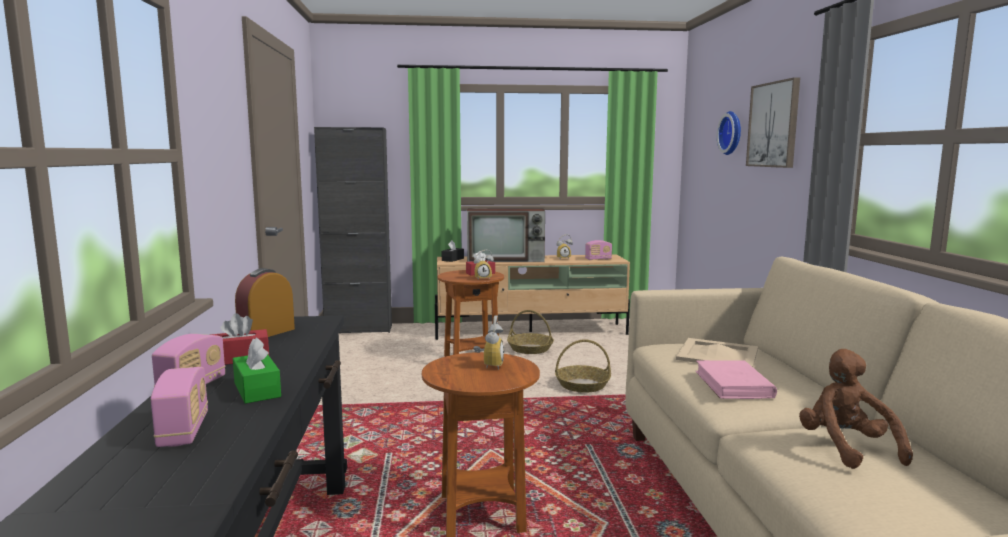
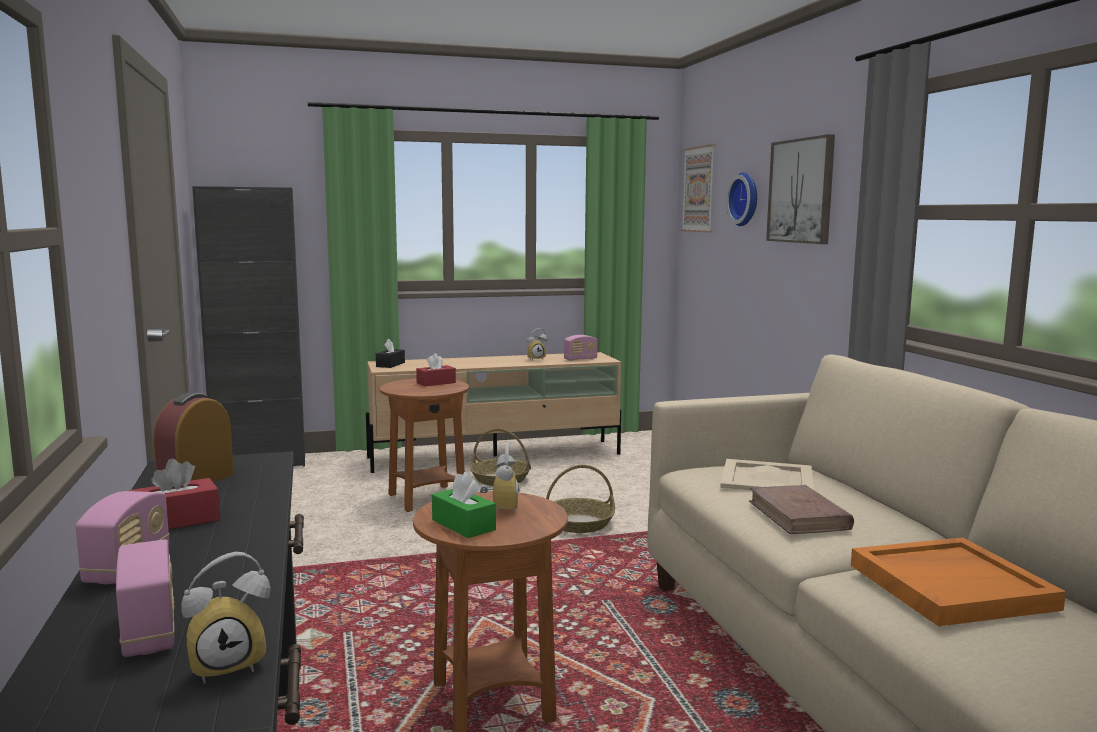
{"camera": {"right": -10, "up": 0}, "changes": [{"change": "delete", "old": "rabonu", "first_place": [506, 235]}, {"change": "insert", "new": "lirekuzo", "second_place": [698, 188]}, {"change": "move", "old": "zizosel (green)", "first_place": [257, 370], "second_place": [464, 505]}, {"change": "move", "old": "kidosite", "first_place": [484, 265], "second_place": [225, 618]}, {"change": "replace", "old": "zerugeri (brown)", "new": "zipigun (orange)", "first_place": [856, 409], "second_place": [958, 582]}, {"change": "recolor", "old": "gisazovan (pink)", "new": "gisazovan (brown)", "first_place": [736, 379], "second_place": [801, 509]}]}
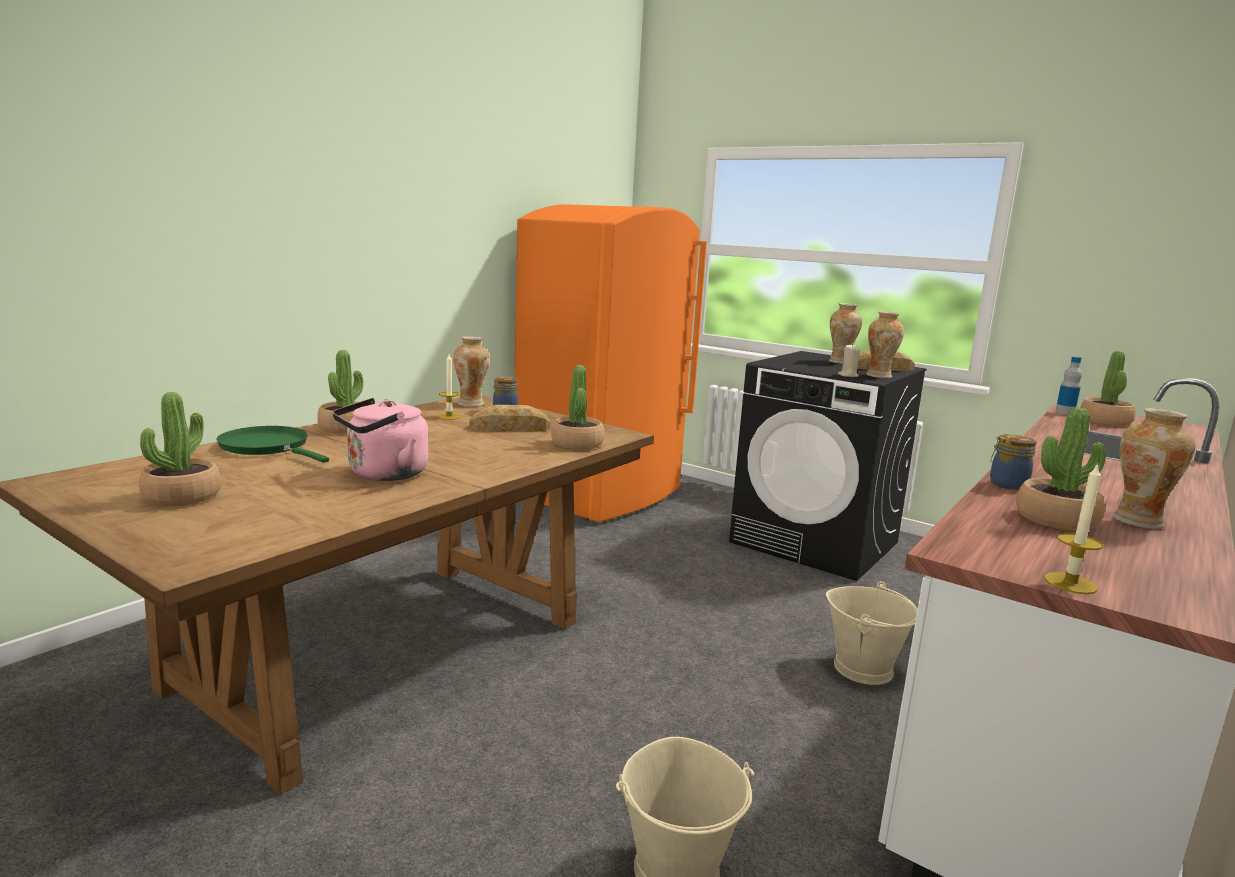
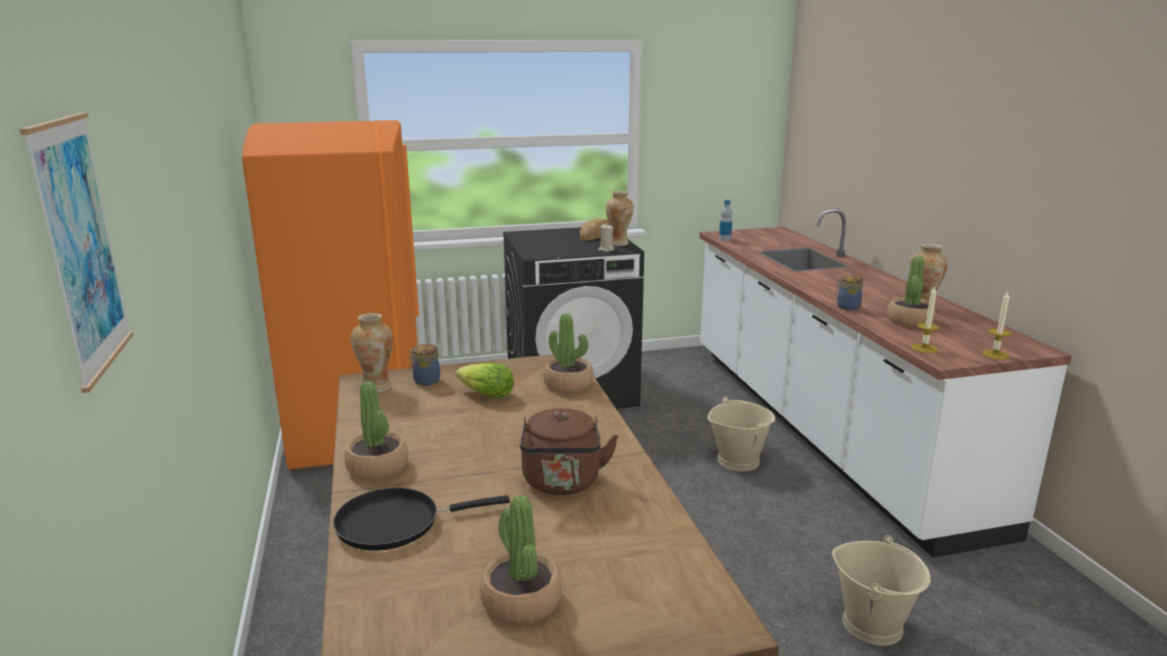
{"camera": {"right": -50, "up": 5}, "changes": [{"change": "delete", "old": "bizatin", "first_place": [845, 333]}, {"change": "delete", "old": "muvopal", "first_place": [1108, 388]}, {"change": "insert", "new": "lirekuzo", "second_place": [76, 253]}, {"change": "move", "old": "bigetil", "first_place": [449, 387], "second_place": [926, 319]}, {"change": "replace", "old": "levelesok", "new": "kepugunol", "first_place": [509, 418], "second_place": [485, 380]}, {"change": "recolor", "old": "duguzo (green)", "new": "duguzo (black)", "first_place": [272, 444], "second_place": [421, 519]}, {"change": "recolor", "old": "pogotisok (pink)", "new": "pogotisok (brown)", "first_place": [380, 439], "second_place": [569, 451]}]}
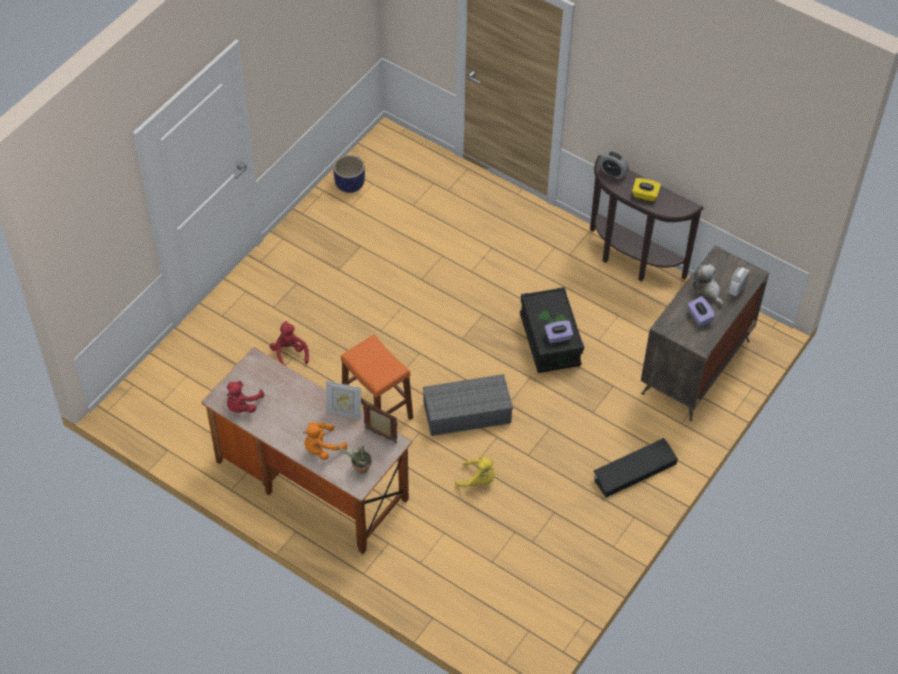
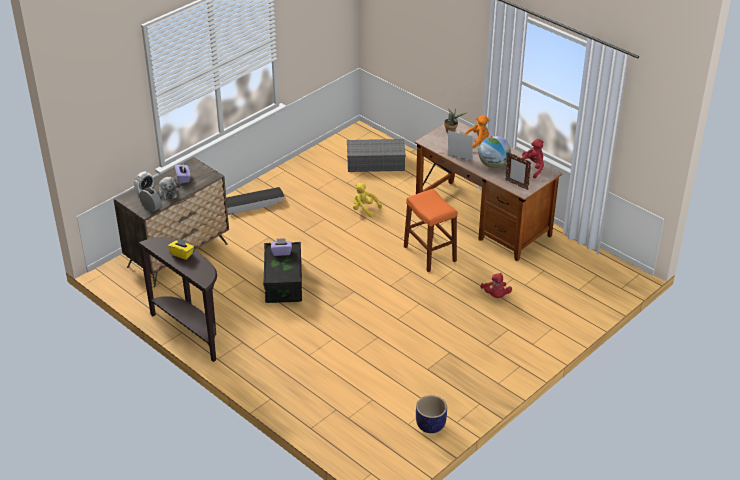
{"camera": {"right": -170, "up": -15}, "changes": [{"change": "insert", "new": "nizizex", "second_place": [494, 152]}, {"change": "move", "old": "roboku", "first_place": [380, 422], "second_place": [518, 171]}, {"change": "move", "old": "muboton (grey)", "first_place": [468, 405], "second_place": [376, 155]}, {"change": "move", "old": "kidosite", "first_place": [614, 165], "second_place": [150, 199]}]}
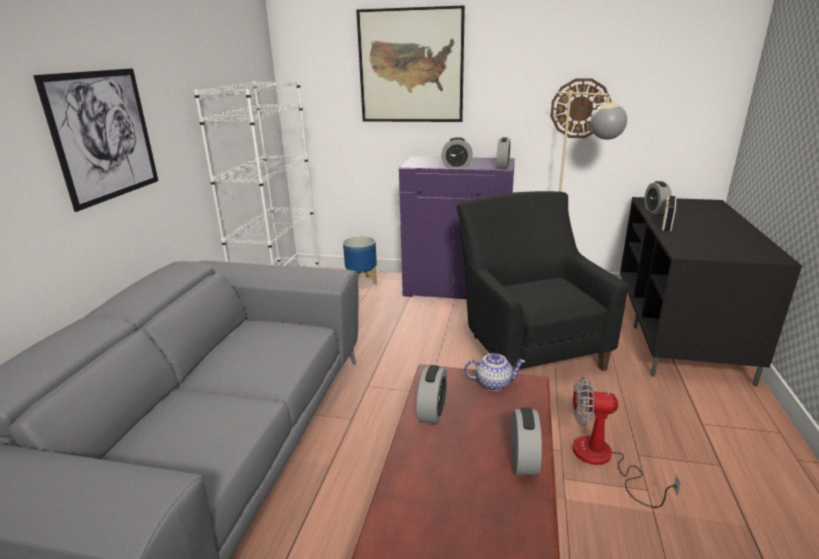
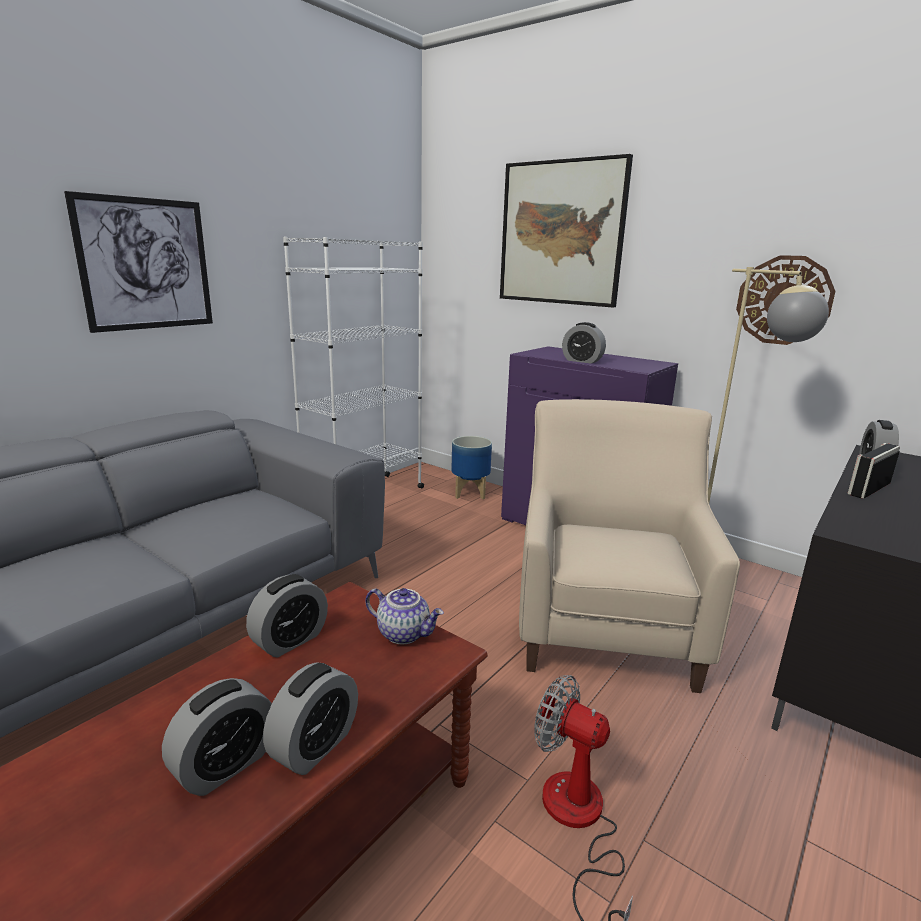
{"camera": {"right": 25, "up": -5}, "changes": [{"change": "move", "old": "kidosite", "first_place": [503, 153], "second_place": [217, 737]}, {"change": "recolor", "old": "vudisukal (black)", "new": "vudisukal (beige)", "first_place": [542, 281], "second_place": [629, 546]}]}
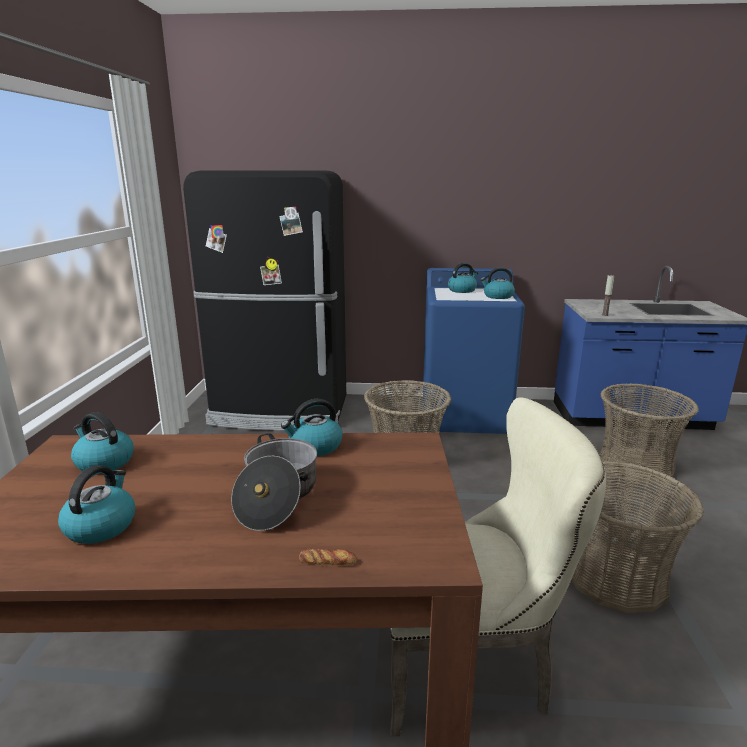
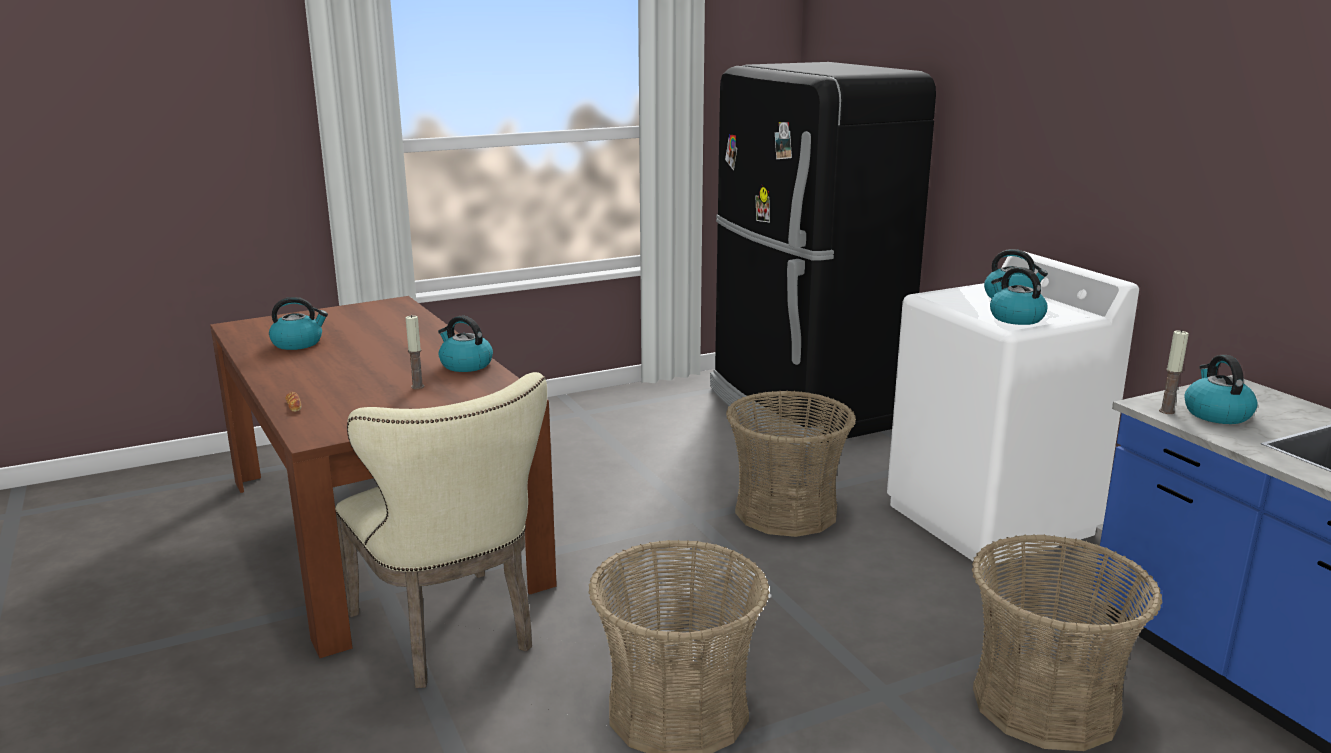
{"camera": {"right": 60, "up": 0}, "changes": [{"change": "delete", "old": "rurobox", "first_place": [274, 482]}, {"change": "insert", "new": "bigetil", "second_place": [415, 352]}, {"change": "move", "old": "pogotisok", "first_place": [102, 441], "second_place": [1221, 389]}, {"change": "recolor", "old": "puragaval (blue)", "new": "puragaval (white)", "first_place": [474, 351], "second_place": [1013, 408]}]}
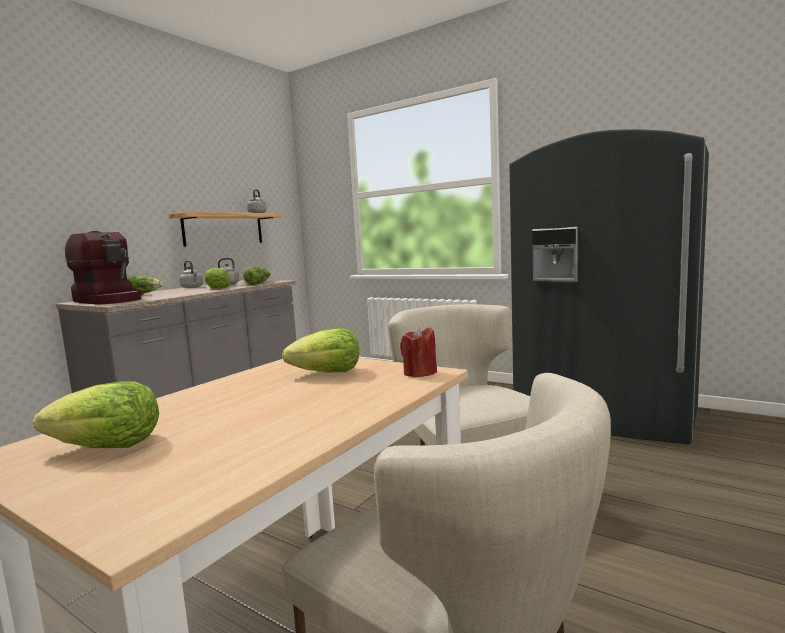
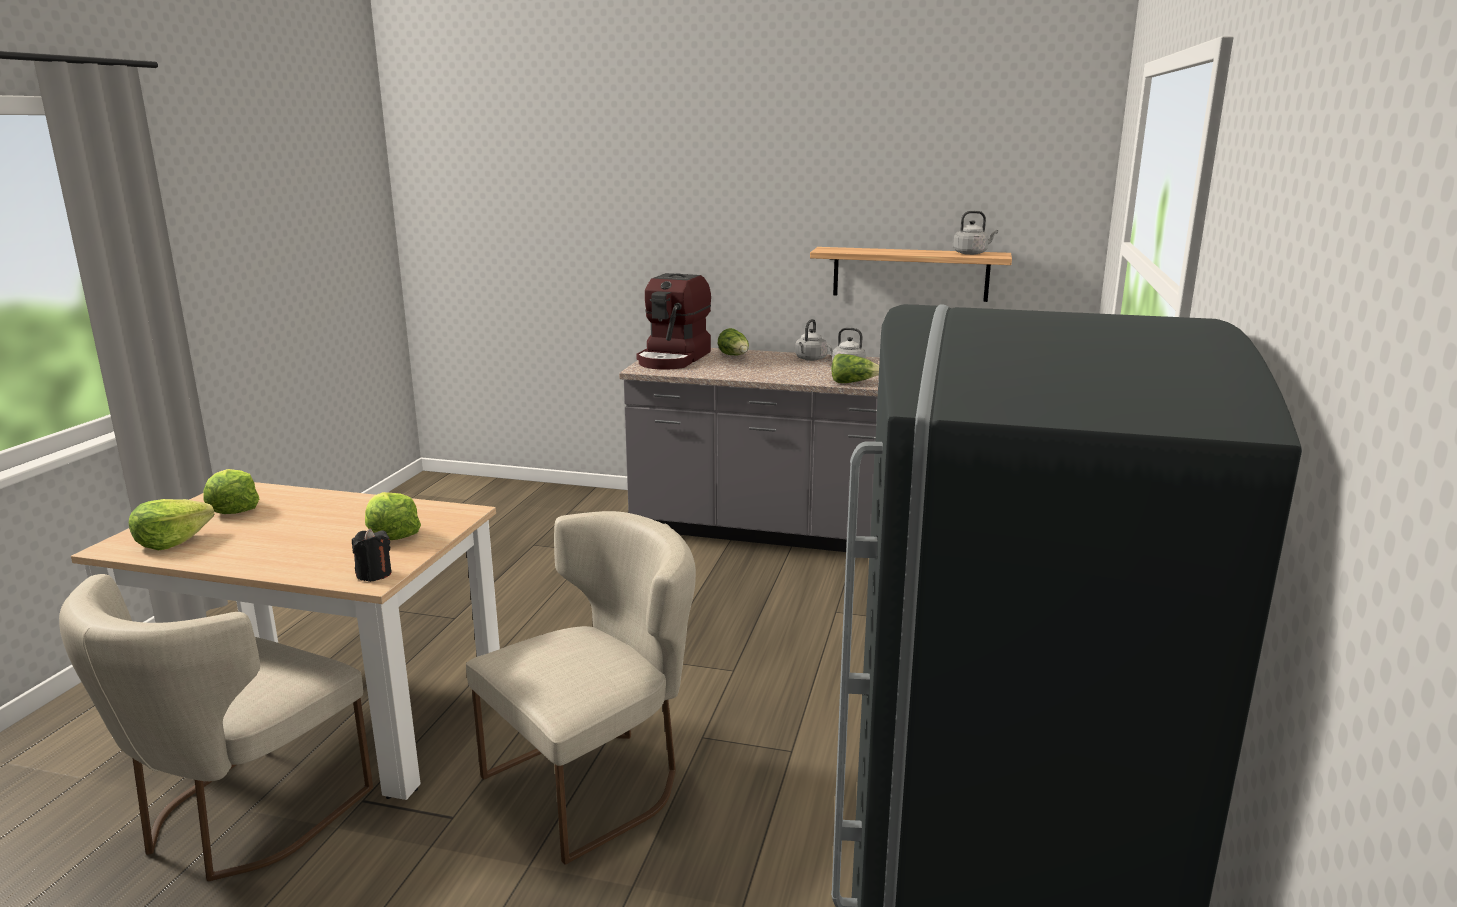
{"camera": {"right": 70, "up": 10}, "changes": [{"change": "move", "old": "kepugunol", "first_place": [217, 278], "second_place": [171, 524]}, {"change": "recolor", "old": "bigetil (red)", "new": "bigetil (black)", "first_place": [418, 351], "second_place": [372, 555]}]}
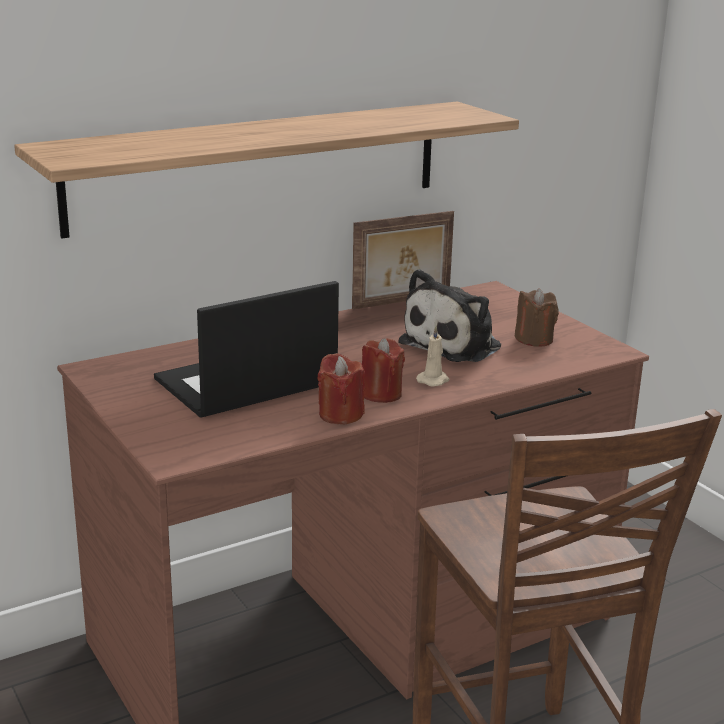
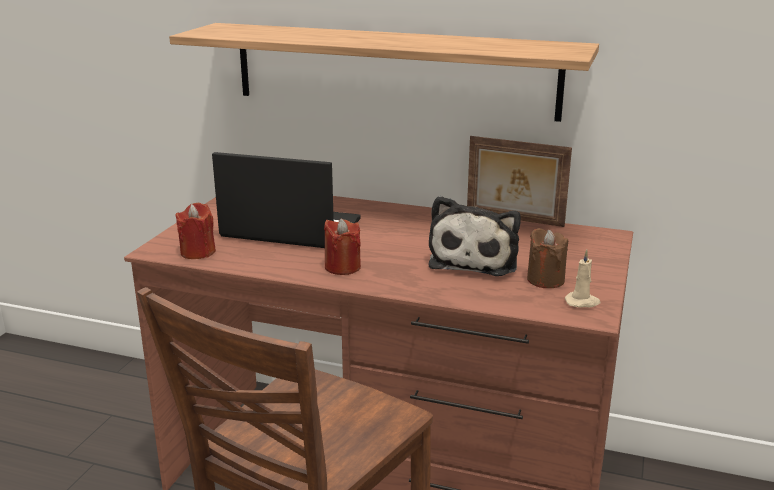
{"camera": {"right": 50, "up": 0}, "changes": [{"change": "move", "old": "bigetil (red)", "first_place": [341, 388], "second_place": [195, 231]}, {"change": "move", "old": "bigetil (beige)", "first_place": [432, 356], "second_place": [582, 278]}, {"change": "rotate", "old": "zerugeri", "first_place": [449, 315], "second_place": [475, 236], "degrees": -75}]}
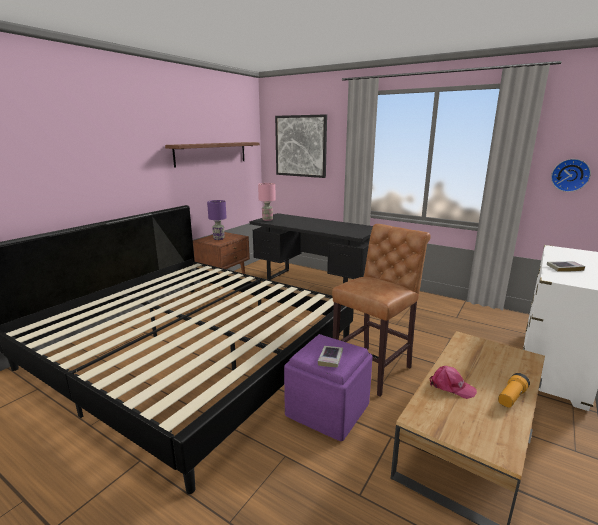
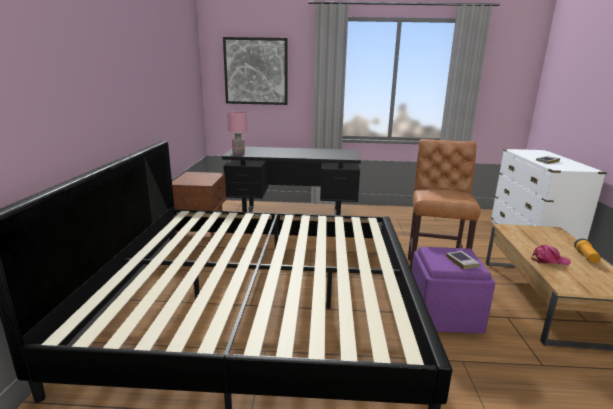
{"camera": {"right": -30, "up": 0}, "changes": [{"change": "delete", "old": "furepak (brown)", "first_place": [212, 155]}, {"change": "delete", "old": "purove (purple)", "first_place": [217, 220]}, {"change": "delete", "old": "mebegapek", "first_place": [571, 175]}]}
